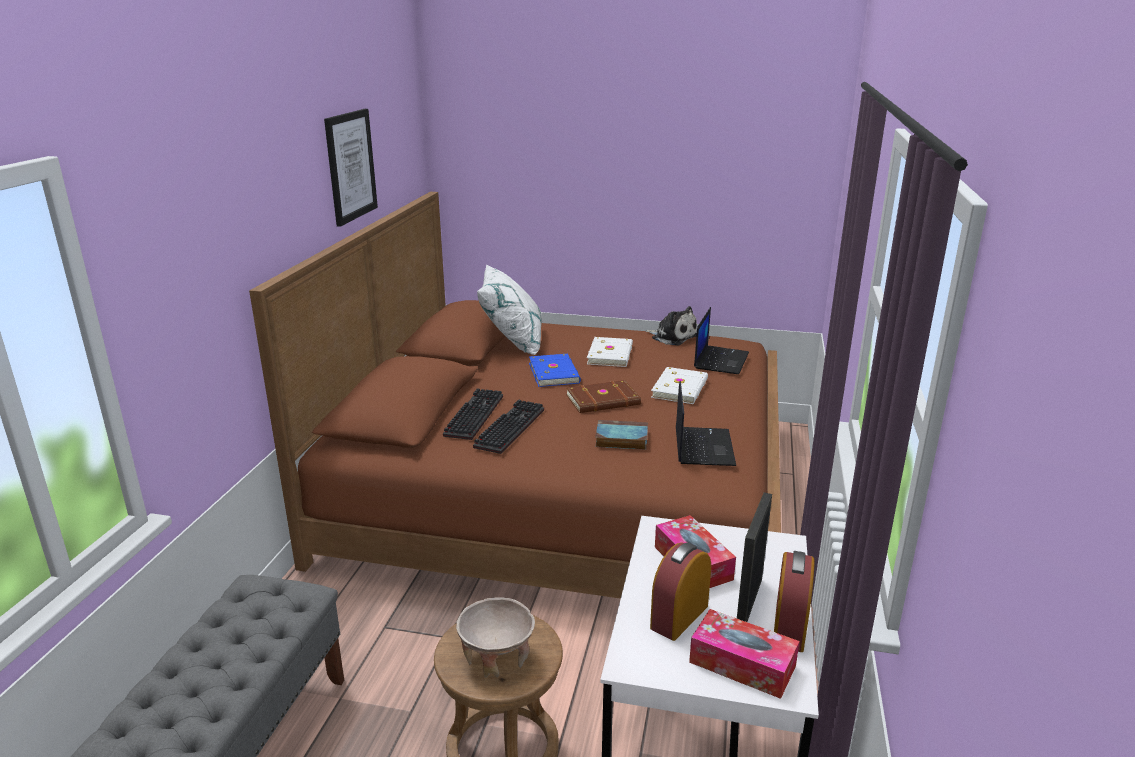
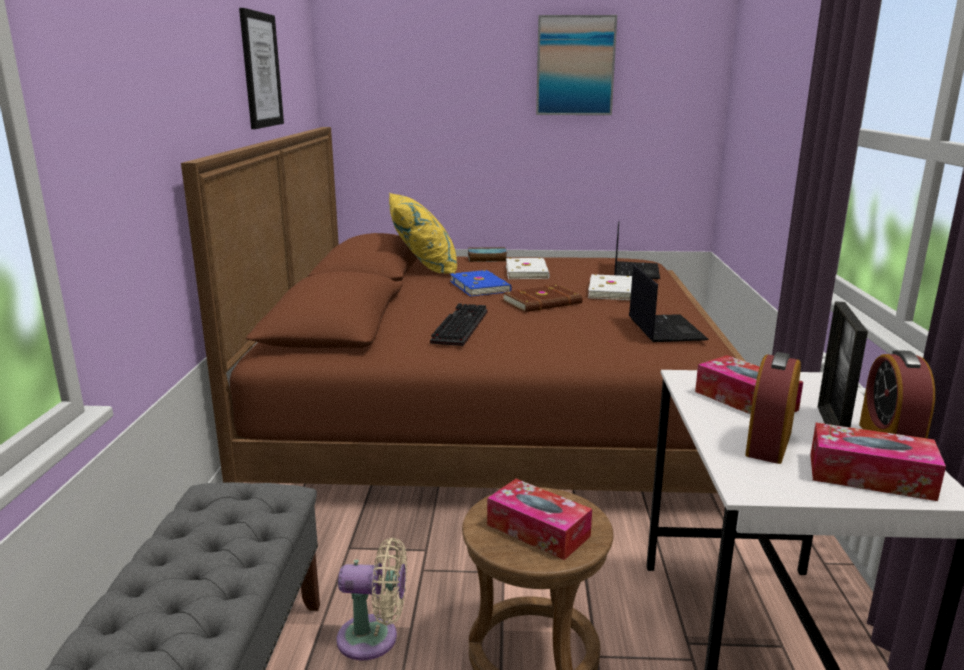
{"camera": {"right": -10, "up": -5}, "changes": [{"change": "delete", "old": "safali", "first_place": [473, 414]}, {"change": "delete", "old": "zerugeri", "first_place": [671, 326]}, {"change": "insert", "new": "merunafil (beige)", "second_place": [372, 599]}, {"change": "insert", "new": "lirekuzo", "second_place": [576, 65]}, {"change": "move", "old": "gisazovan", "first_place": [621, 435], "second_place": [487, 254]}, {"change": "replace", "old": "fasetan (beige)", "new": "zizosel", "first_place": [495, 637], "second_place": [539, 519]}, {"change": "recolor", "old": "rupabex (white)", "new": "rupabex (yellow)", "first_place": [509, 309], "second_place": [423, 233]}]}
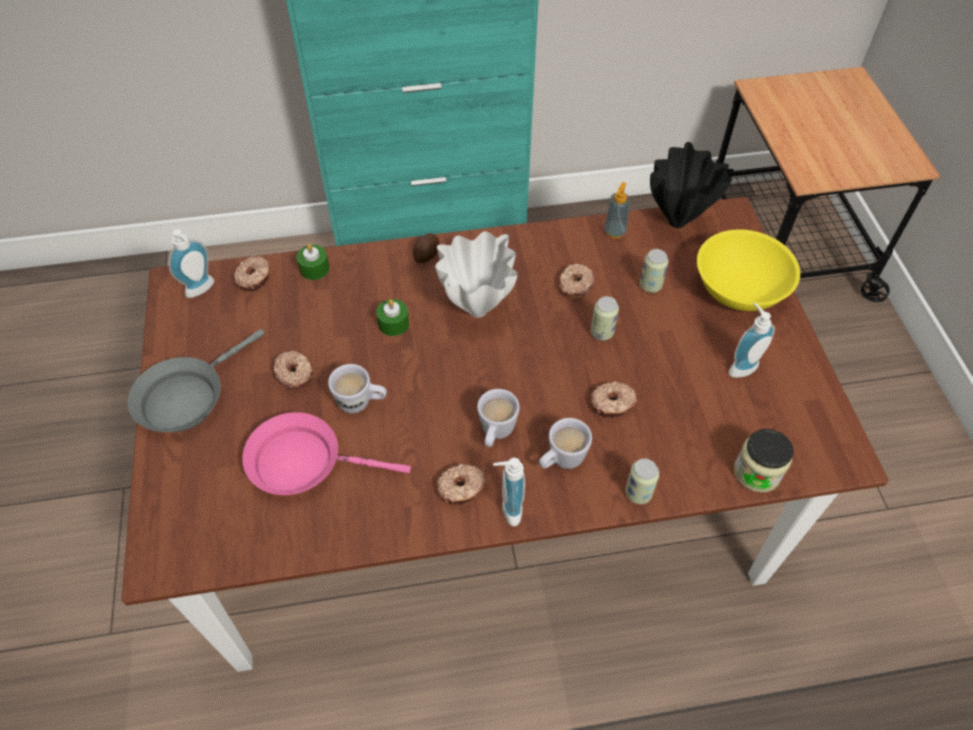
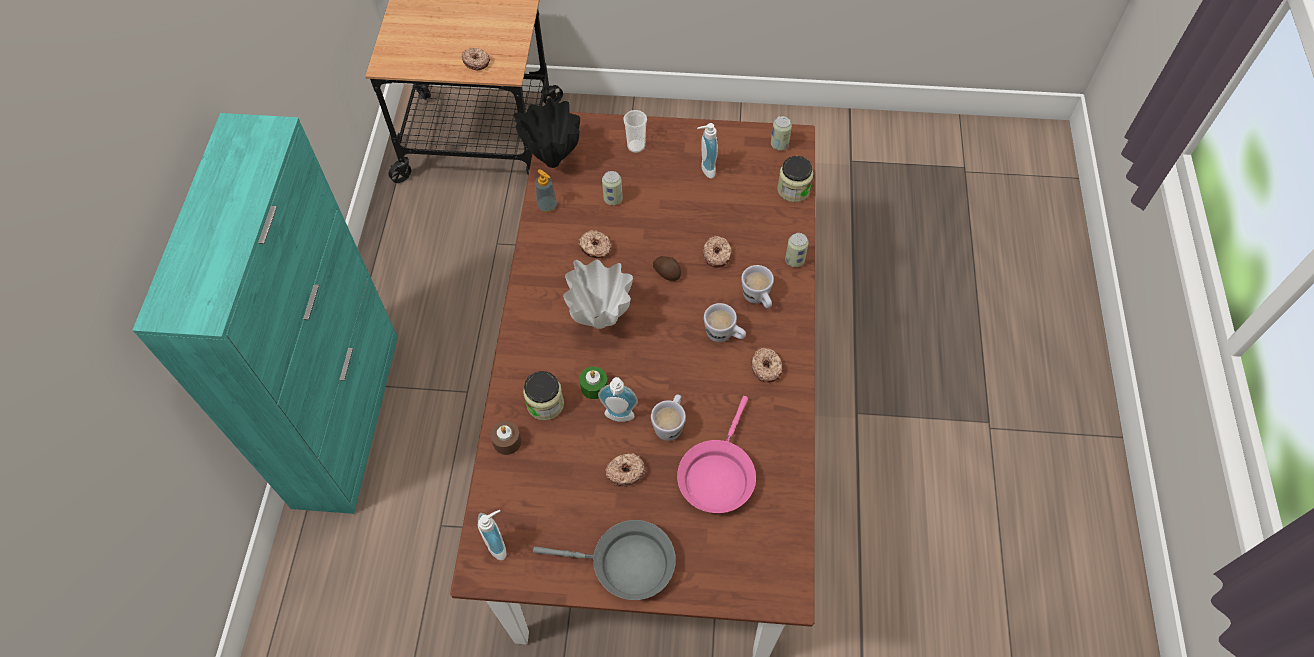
{"camera": {"right": -75, "up": 5}, "changes": [{"change": "insert", "new": "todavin", "second_place": [543, 395]}, {"change": "move", "old": "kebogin", "first_place": [251, 273], "second_place": [476, 59]}, {"change": "move", "old": "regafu", "first_place": [426, 248], "second_place": [667, 268]}, {"change": "move", "old": "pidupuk", "first_place": [509, 492], "second_place": [618, 399]}, {"change": "move", "old": "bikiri", "first_place": [605, 318], "second_place": [781, 133]}, {"change": "replace", "old": "fasetan (yellow)", "new": "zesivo", "first_place": [748, 270], "second_place": [635, 131]}, {"change": "recolor", "old": "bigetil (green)", "new": "bigetil (brown)", "first_place": [313, 262], "second_place": [505, 438]}, {"change": "rotate", "old": "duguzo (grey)", "first_place": [196, 380], "second_place": [604, 560], "degrees": -45}]}
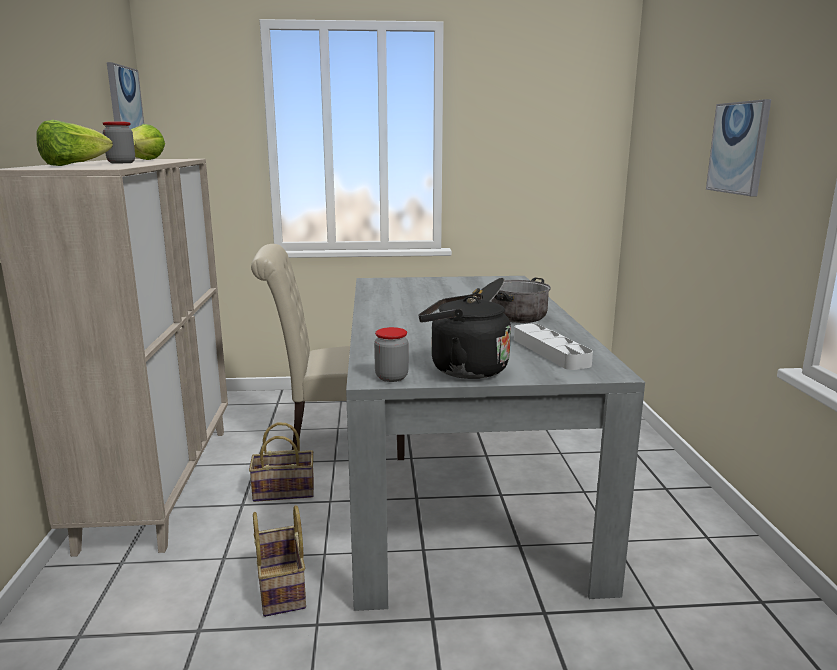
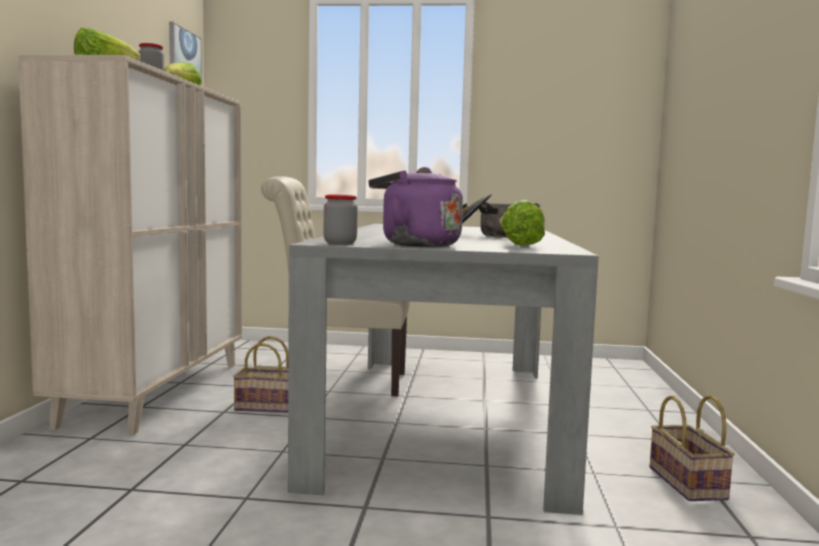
{"camera": {"right": 10, "up": -10}, "changes": [{"change": "delete", "old": "lirekuzo", "first_place": [738, 147]}, {"change": "move", "old": "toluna", "first_place": [279, 561], "second_place": [692, 448]}, {"change": "replace", "old": "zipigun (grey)", "new": "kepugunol", "first_place": [553, 346], "second_place": [522, 223]}, {"change": "recolor", "old": "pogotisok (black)", "new": "pogotisok (purple)", "first_place": [464, 336], "second_place": [415, 207]}]}
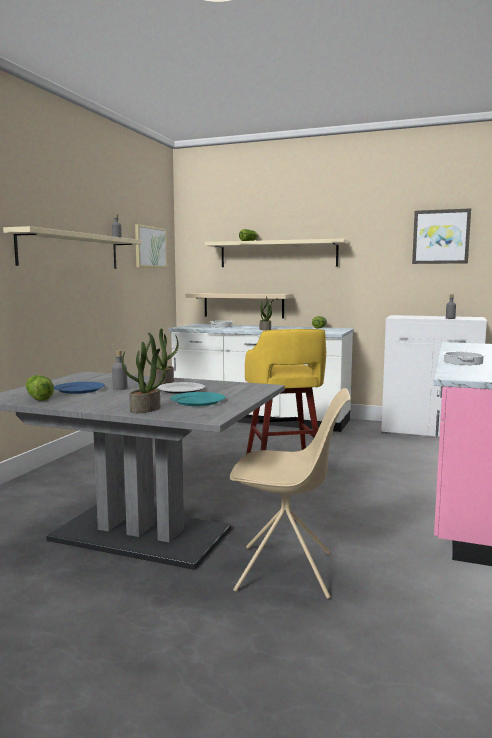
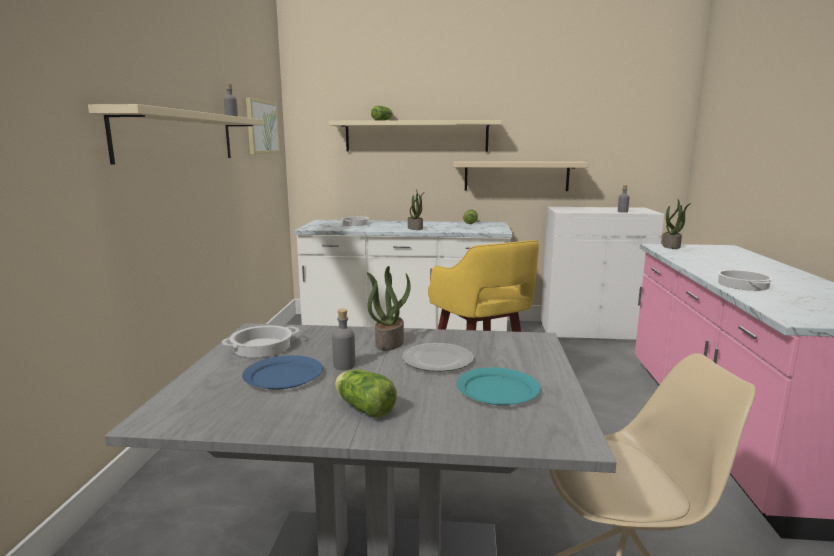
{"camera": {"right": -15, "up": 5}, "changes": [{"change": "delete", "old": "lirekuzo", "first_place": [441, 236]}, {"change": "insert", "new": "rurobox", "second_place": [260, 341]}, {"change": "move", "old": "kepugunol", "first_place": [40, 388], "second_place": [366, 393]}, {"change": "move", "old": "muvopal", "first_place": [143, 377], "second_place": [676, 224]}, {"change": "move", "old": "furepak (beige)", "first_place": [239, 305], "second_place": [521, 176]}]}
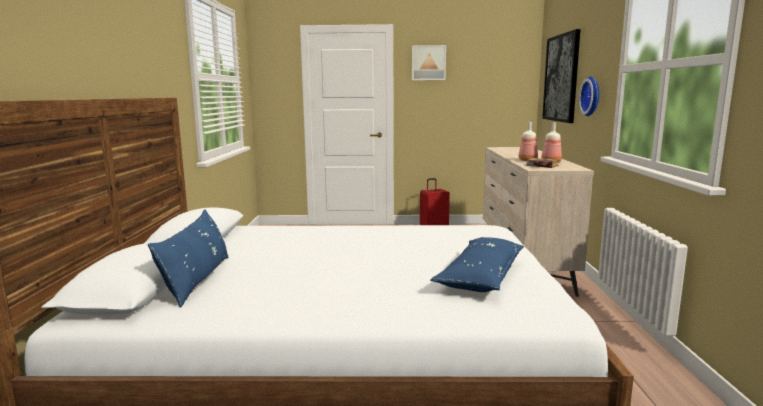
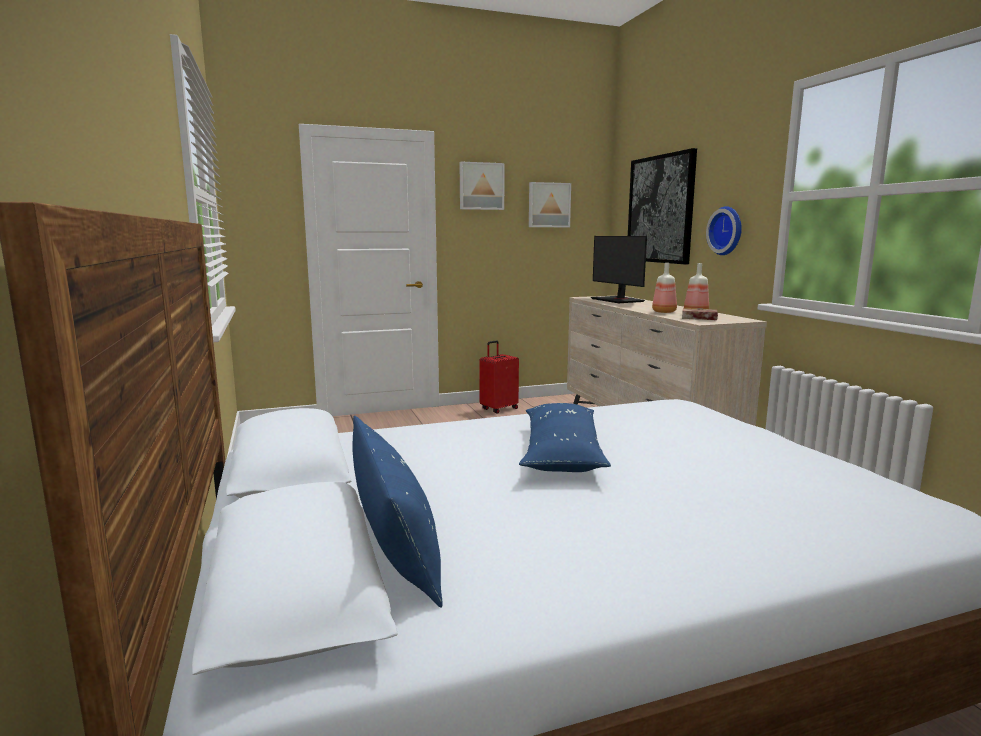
{"camera": {"right": -20, "up": 0}, "changes": [{"change": "insert", "new": "lirekuzo", "second_place": [550, 204]}, {"change": "insert", "new": "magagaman", "second_place": [619, 269]}, {"change": "move", "old": "rupabex (blue)", "first_place": [477, 264], "second_place": [565, 437]}]}
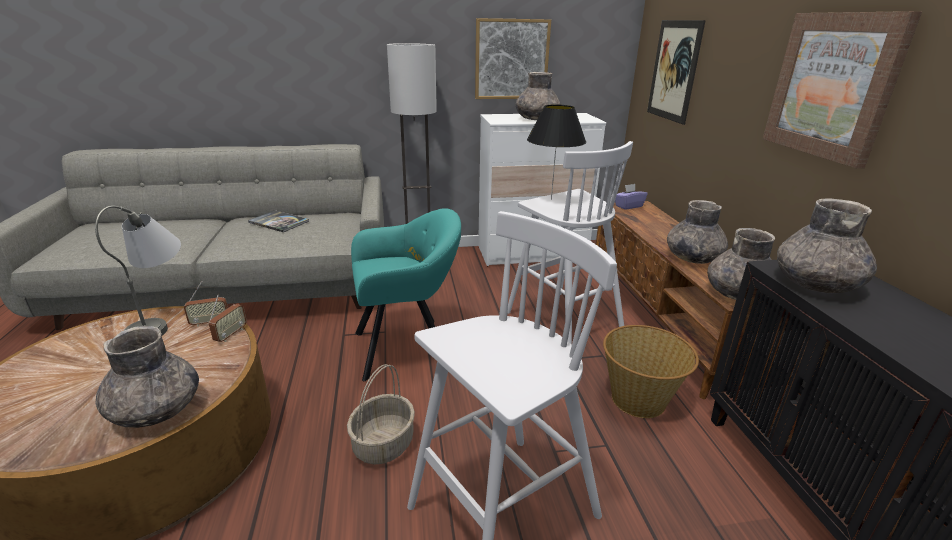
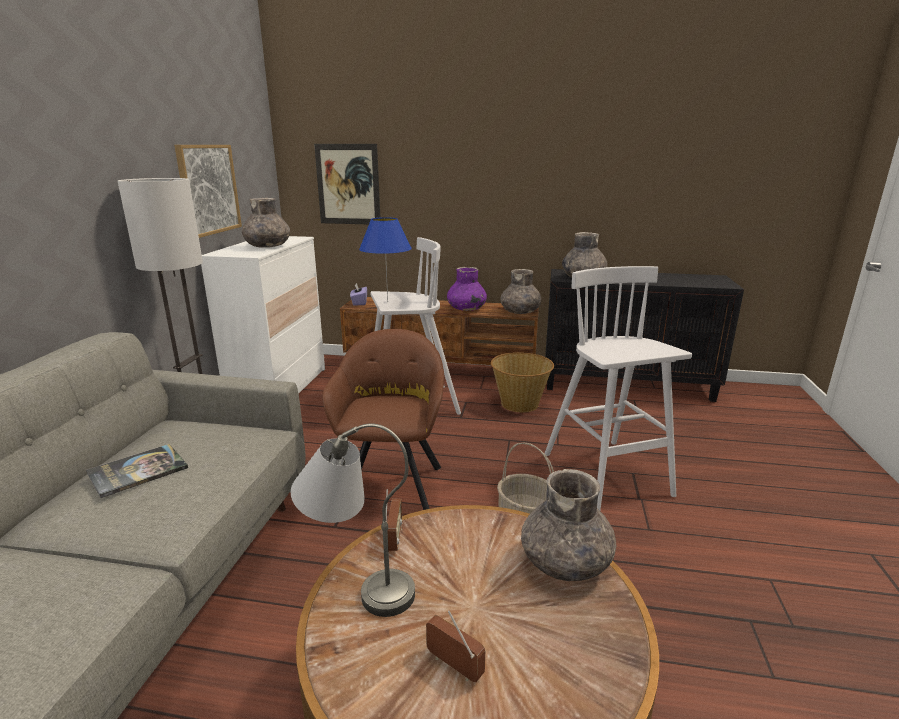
{"camera": {"right": -70, "up": -5}, "changes": [{"change": "delete", "old": "lirekuzo", "first_place": [842, 89]}, {"change": "move", "old": "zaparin", "first_place": [228, 318], "second_place": [455, 646]}, {"change": "recolor", "old": "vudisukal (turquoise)", "new": "vudisukal (brown)", "first_place": [406, 294], "second_place": [383, 419]}, {"change": "recolor", "old": "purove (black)", "new": "purove (blue)", "first_place": [556, 152], "second_place": [385, 259]}, {"change": "recolor", "old": "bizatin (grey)", "new": "bizatin (purple)", "first_place": [697, 232], "second_place": [467, 289]}]}
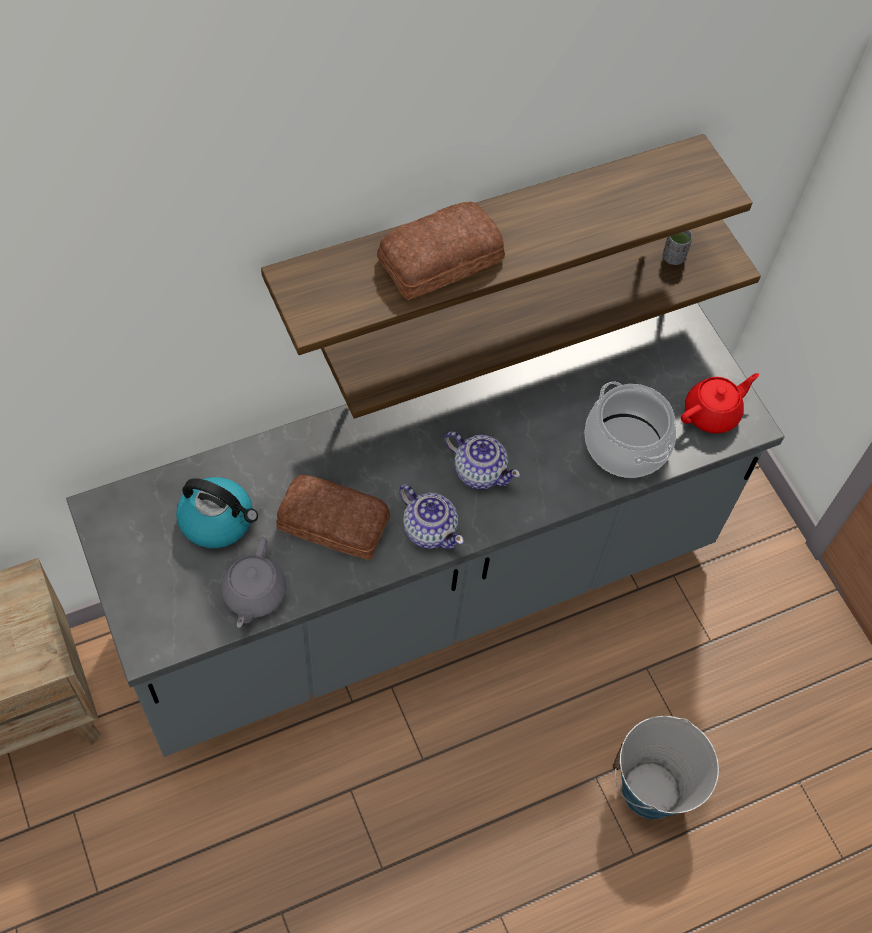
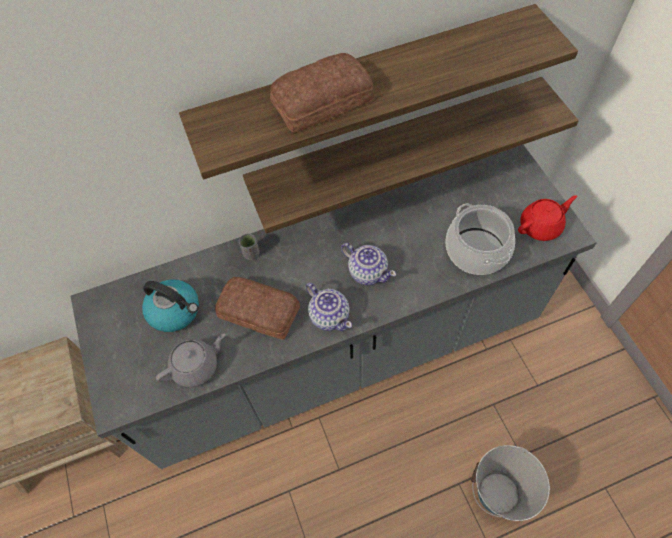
{"camera": {"right": 10, "up": 0}, "changes": [{"change": "move", "old": "zesivo (grey)", "first_place": [678, 247], "second_place": [249, 246]}, {"change": "rotate", "old": "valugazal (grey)", "first_place": [253, 582], "second_place": [191, 361], "degrees": -135}]}
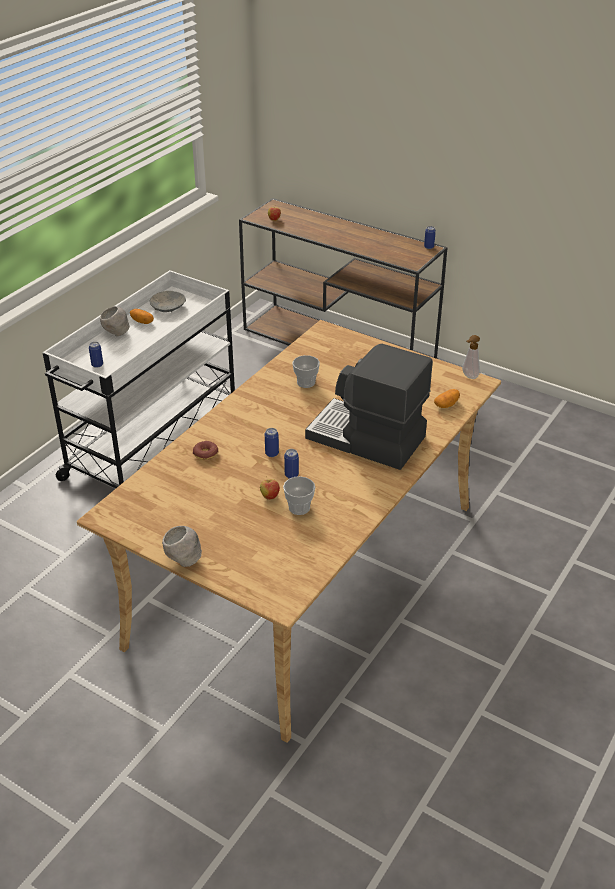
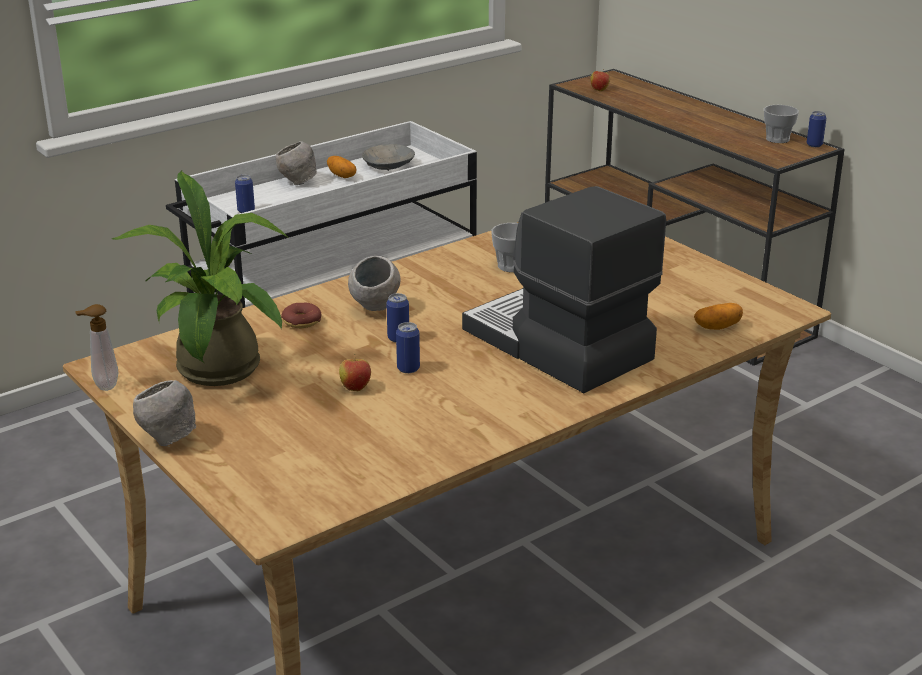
{"camera": {"right": 20, "up": -10}, "changes": [{"change": "insert", "new": "muvopal", "second_place": [199, 278]}, {"change": "insert", "new": "fasetan (grey)", "second_place": [374, 283]}, {"change": "move", "old": "zesivo", "first_place": [299, 495], "second_place": [781, 124]}, {"change": "move", "old": "pidupuk", "first_place": [471, 357], "second_place": [97, 347]}]}
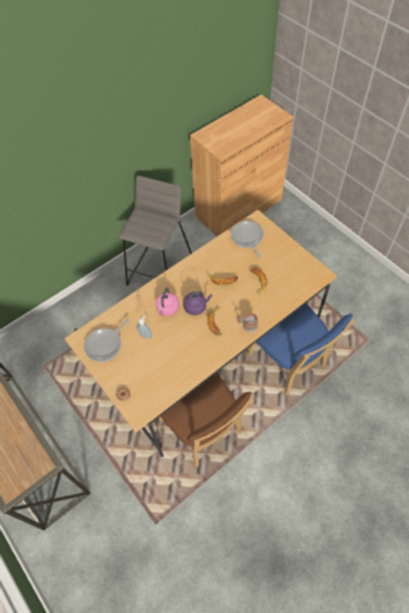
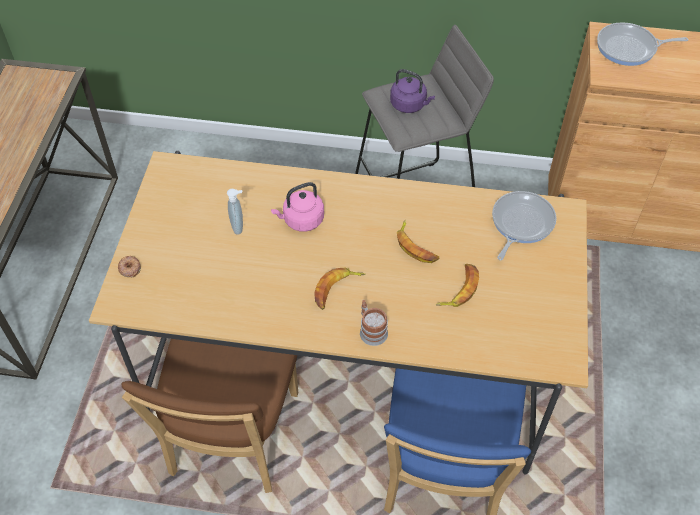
{"camera": {"right": 45, "up": -5}, "changes": [{"change": "move", "old": "duguzo", "first_place": [107, 340], "second_place": [642, 44]}, {"change": "move", "old": "pogotisok (purple)", "first_place": [197, 303], "second_place": [412, 91]}]}
